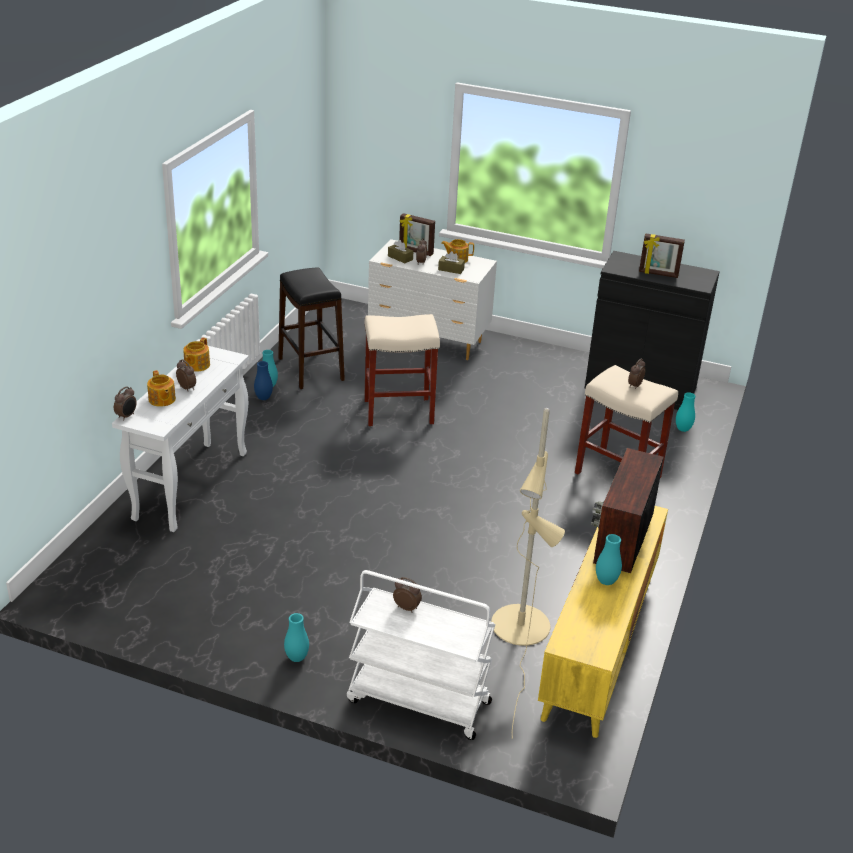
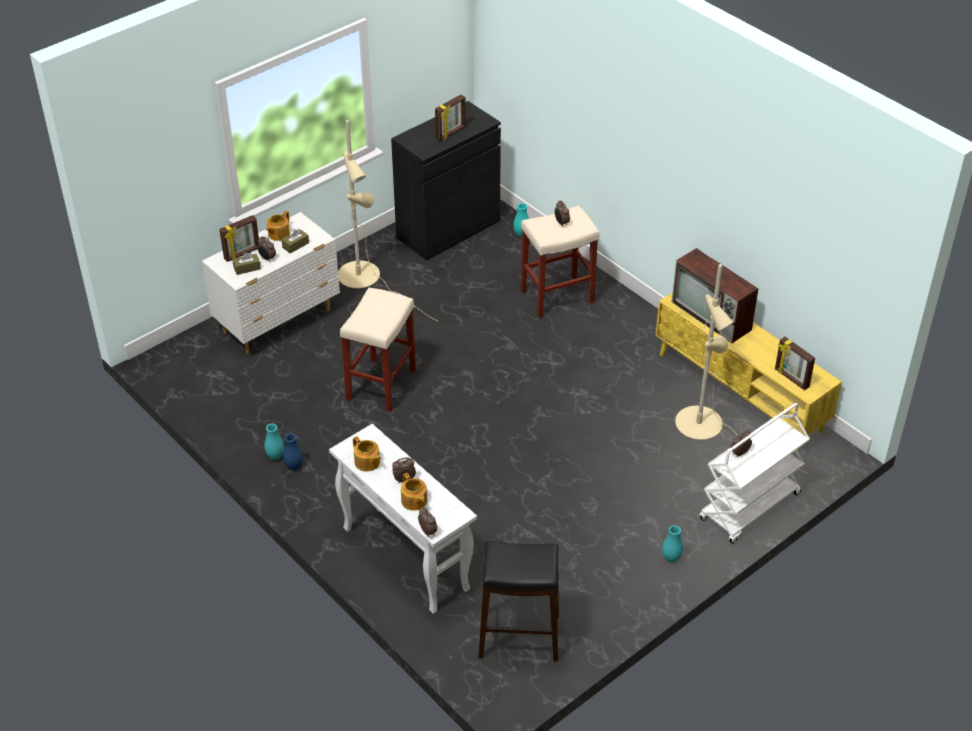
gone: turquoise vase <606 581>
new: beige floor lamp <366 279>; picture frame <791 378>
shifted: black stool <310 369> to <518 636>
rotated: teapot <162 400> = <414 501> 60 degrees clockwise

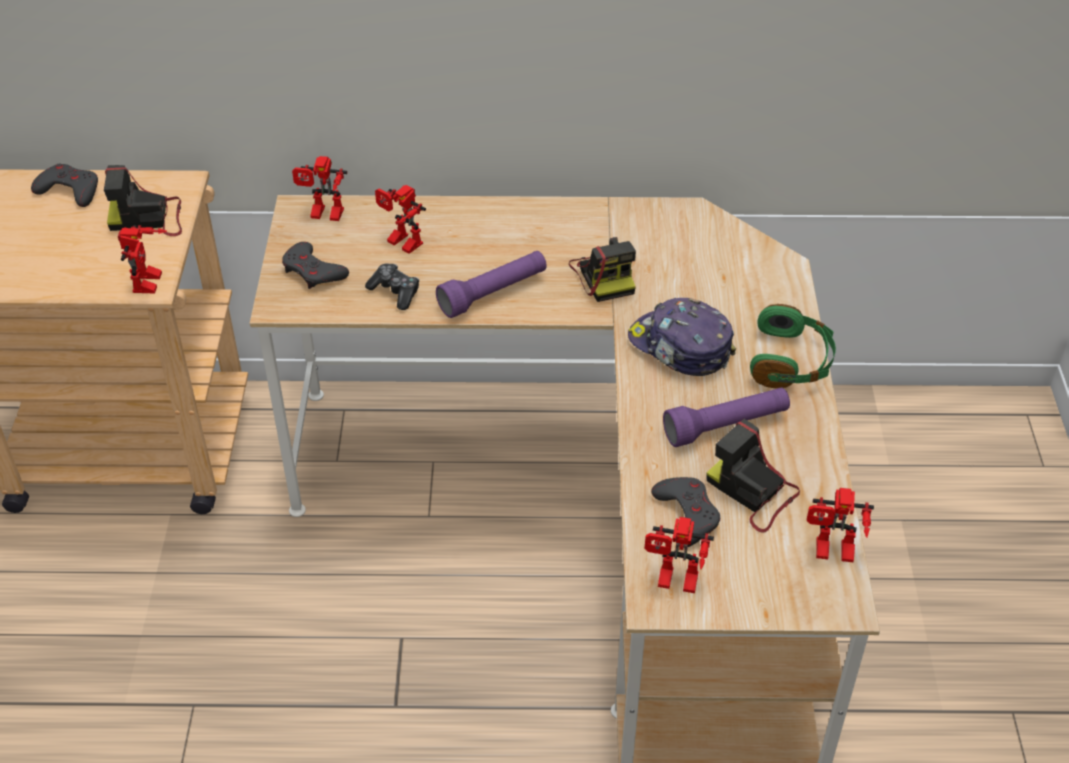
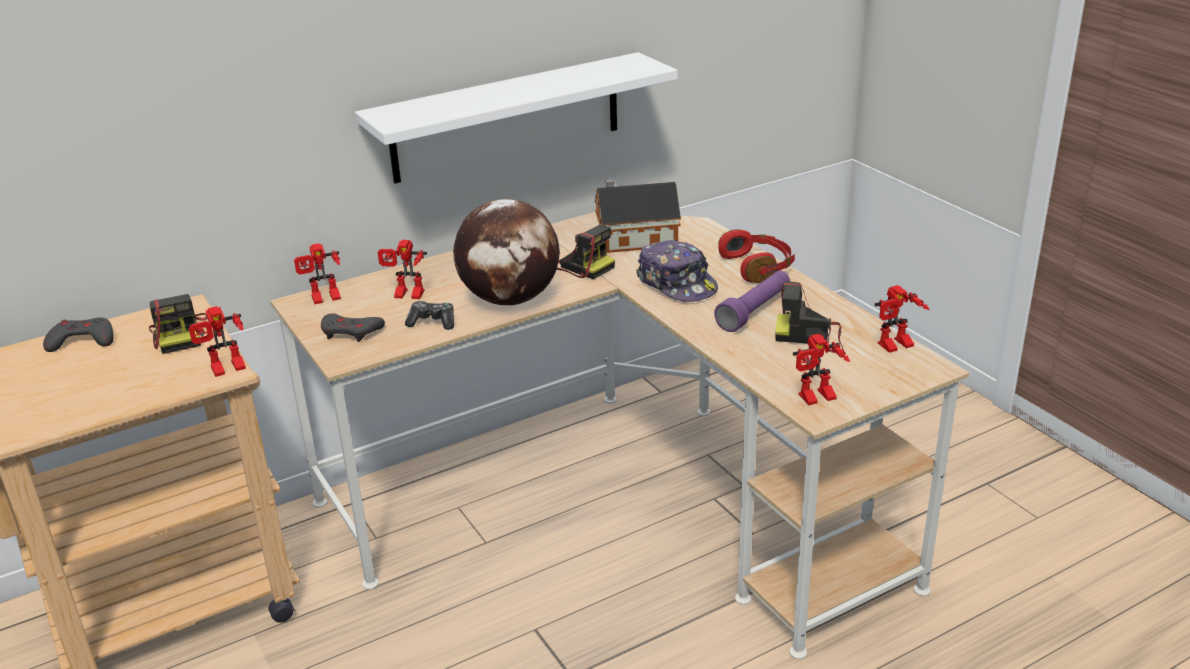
gone: grey game controller <686 514>
new: white shelf <507 118>; toy house <634 239>
swapped: purple flashlight <493 293> to globe <511 299>
repainted: green headphones <791 362> to red headphones <758 267>
rotated: photo camera <149 218> = <180 334> 75 degrees counterclockwise; toy robot <151 284> = <226 370> 90 degrees clockwise; cap <680 347> = <677 284> 135 degrees counterclockwise

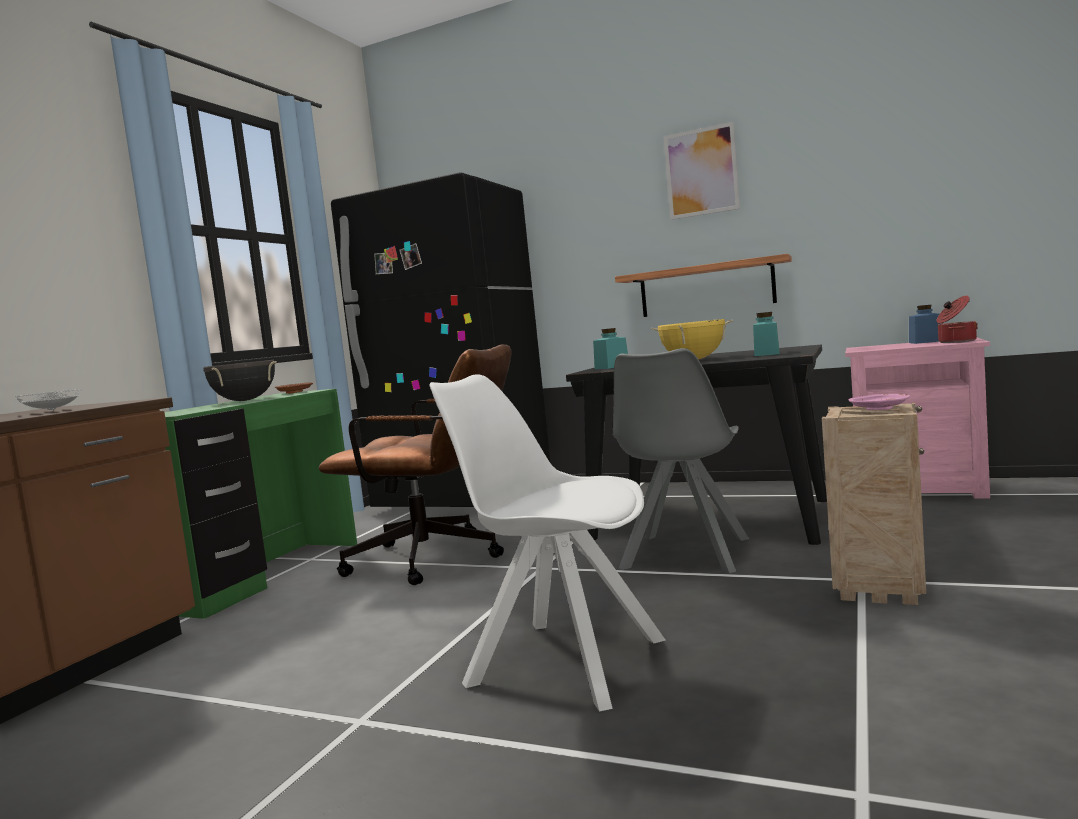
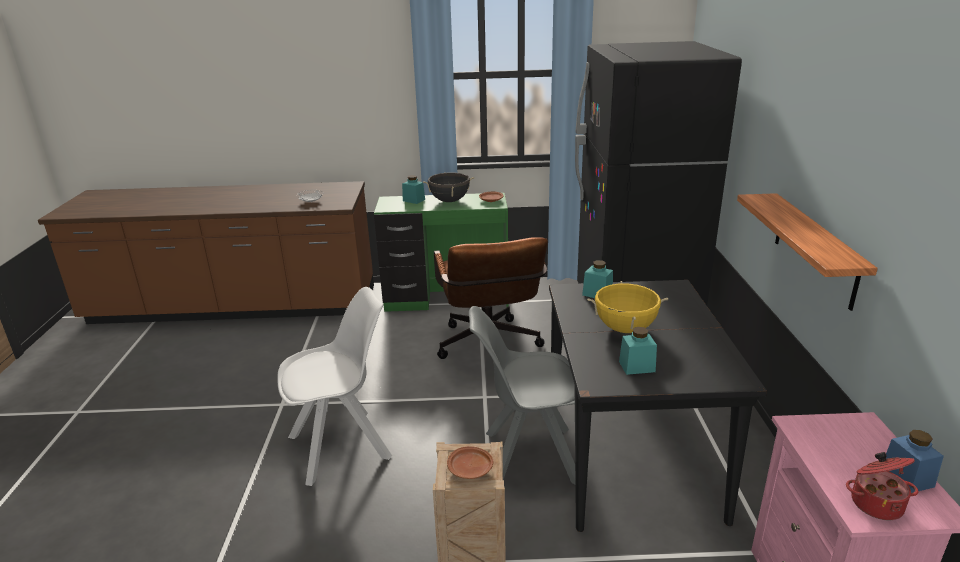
gone: picture <701 172>
new: turquoise jar <414 200>
repainted: pink plate <879 409> to brown plate <470 469>
rotated: white chair <561 661> = <342 446> 60 degrees clockwise

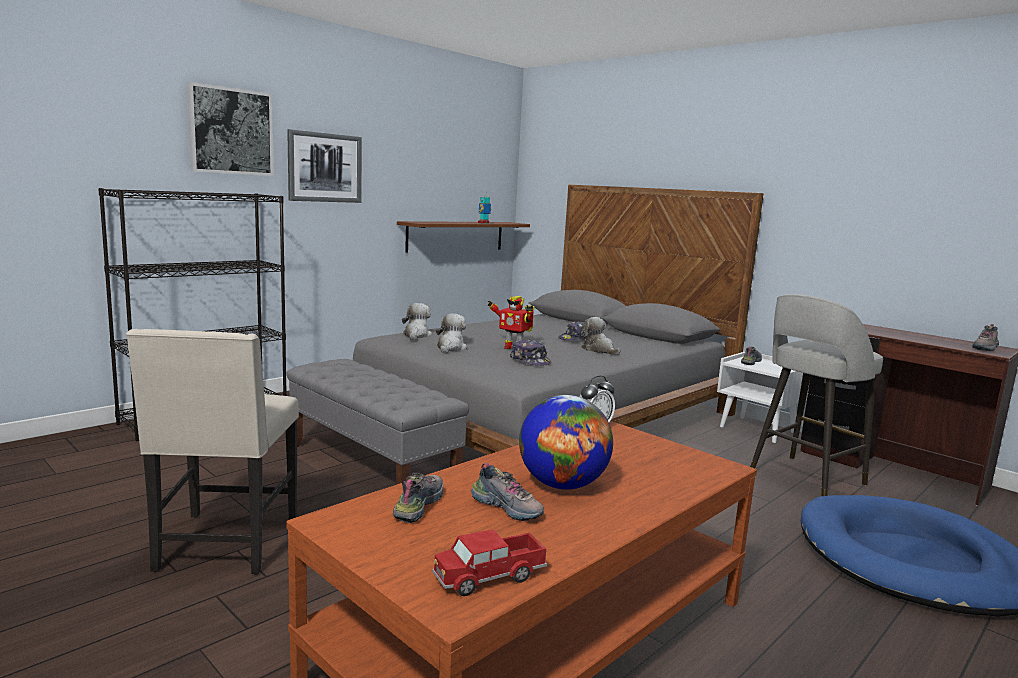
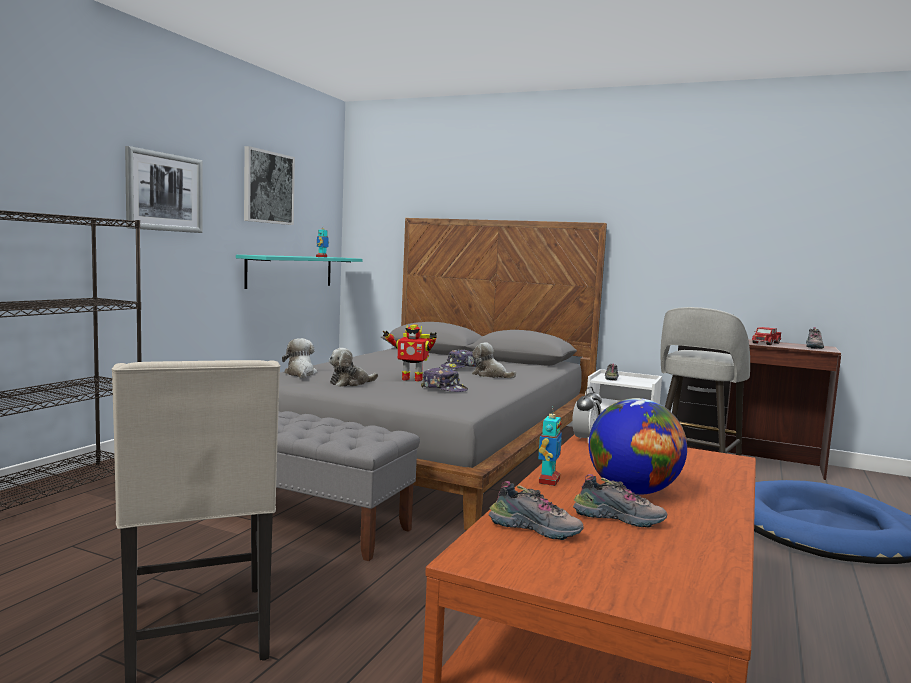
new: toy robot <548 481>
shifted: picture <231 131> to <268 187>; toy truck <489 576> to <766 343>
repainted: brown shelf <456 236> to turquoise shelf <290 271>
rotated: shoe <418 505> = <536 529> 120 degrees clockwise; plush toy <450 348> = <350 383> 120 degrees counterclockwise

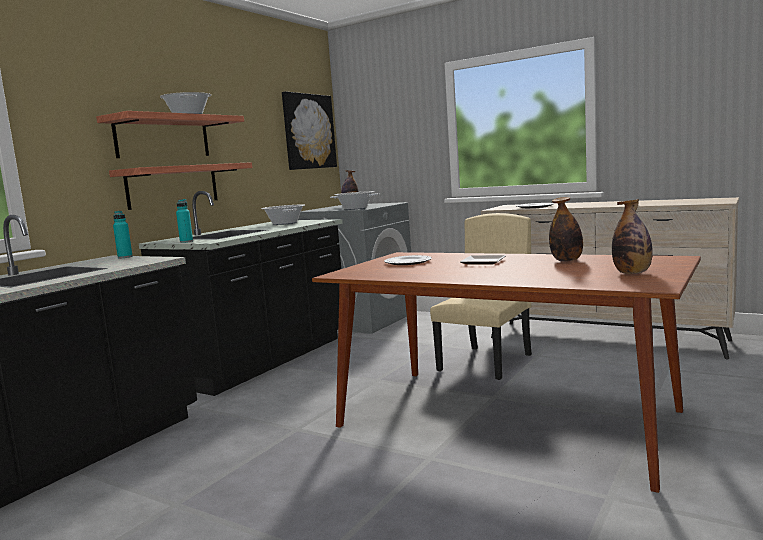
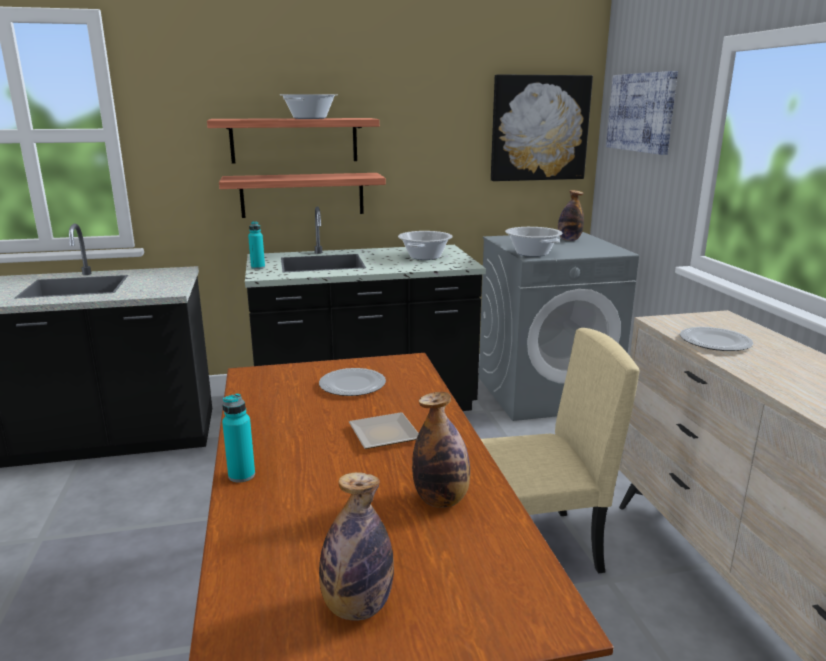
new: picture <641 112>
shifted: turquoise bottle <125 257> to <241 475>

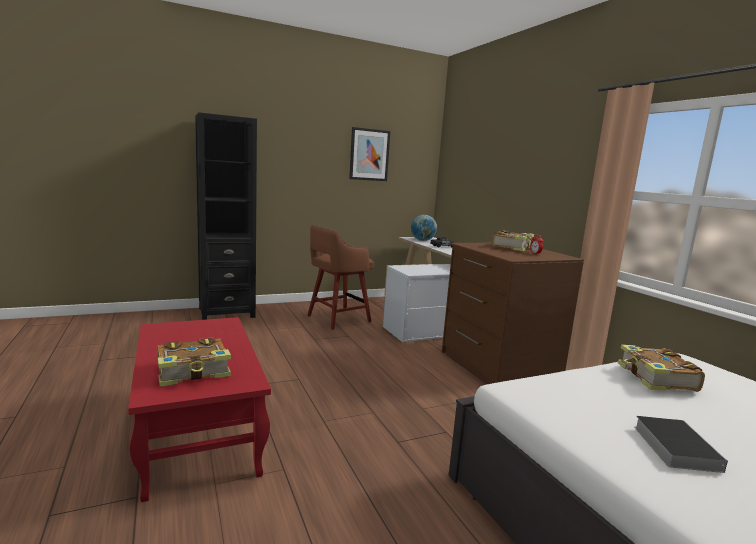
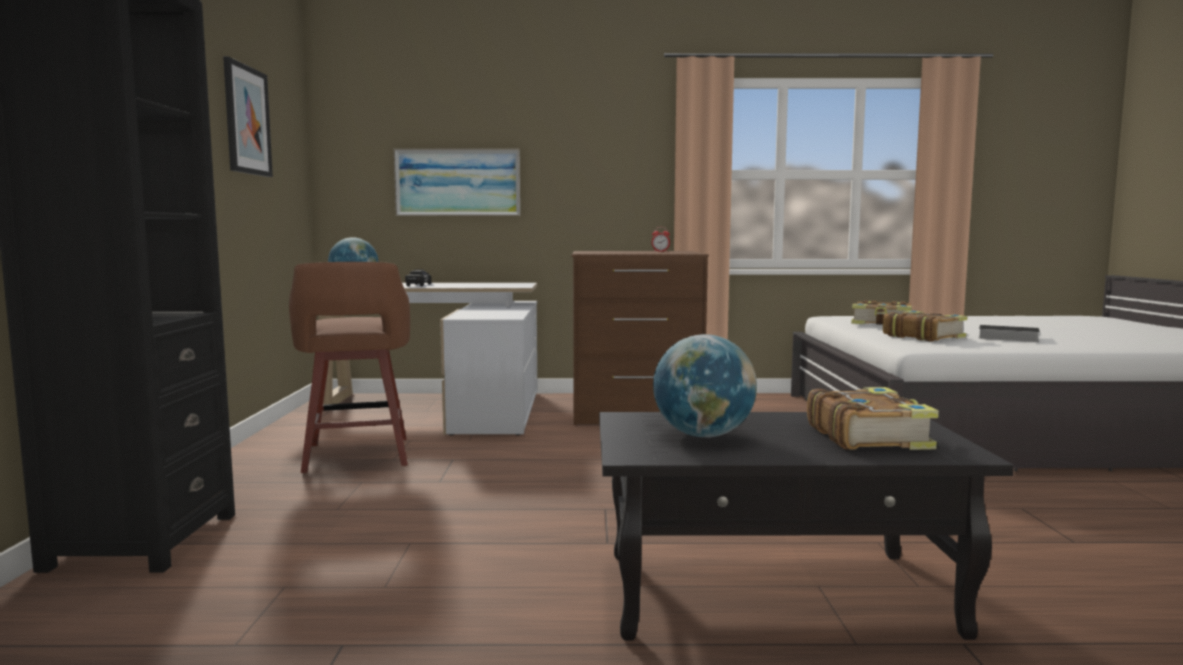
new: picture <458 182>; globe <703 435>
shifted: book <513 247> to <922 336>
repainted: red coffee table <198 434> to black coffee table <777 592>

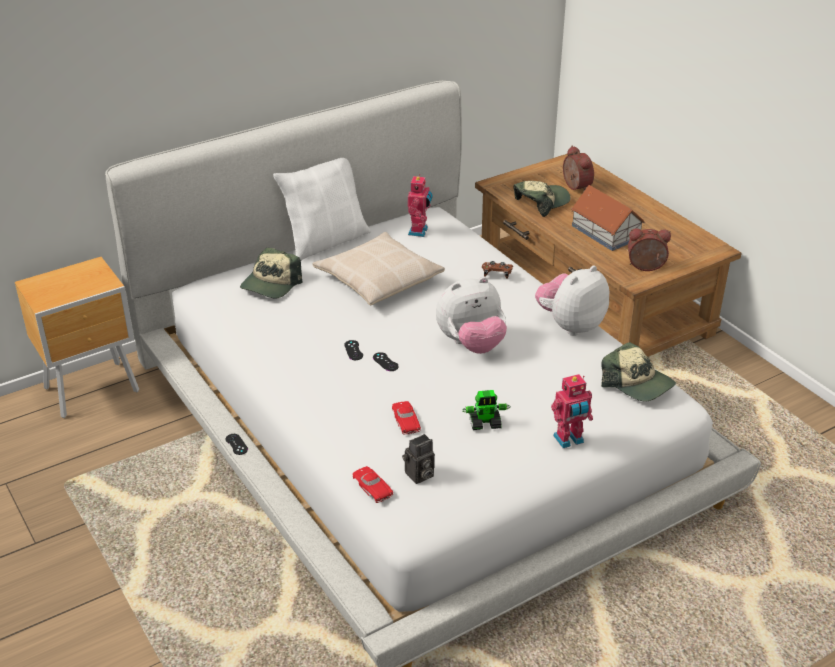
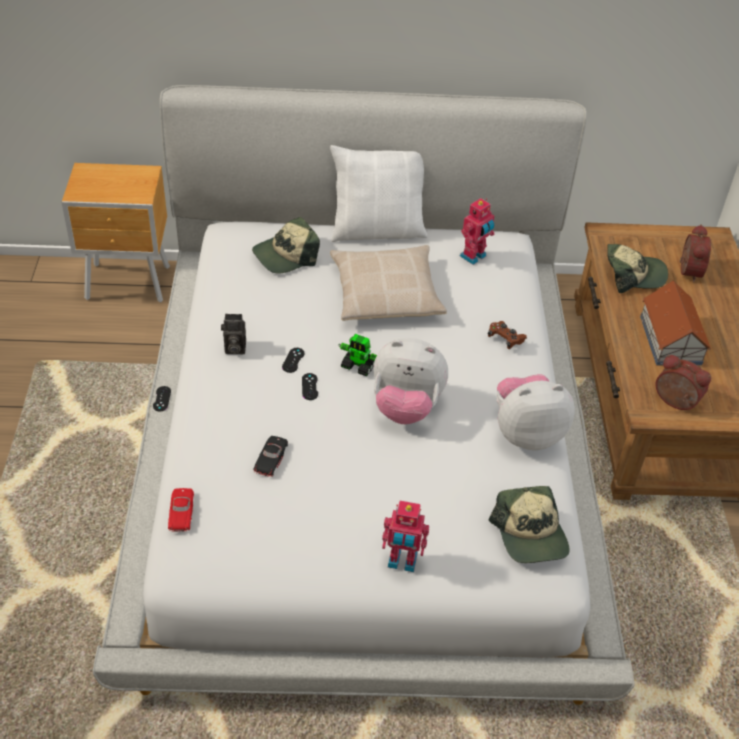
shifted: photo camera <419 476> to <234 348>; toy robot <485 423> to <358 366>
repainted: red toy car <406 420> to black toy car <271 458>

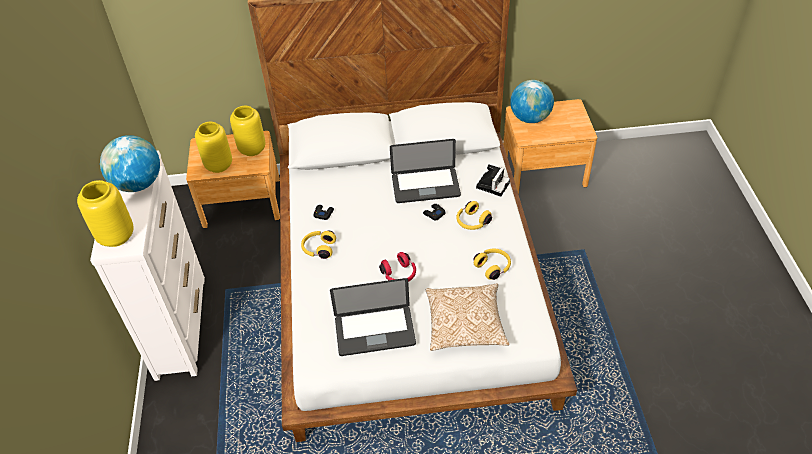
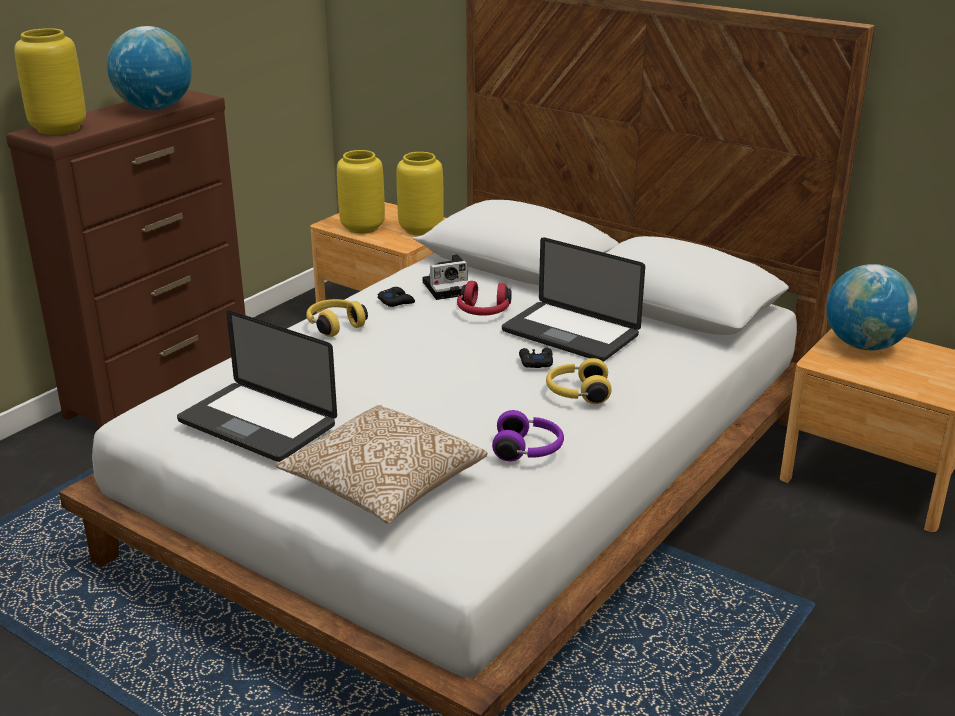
shifted: red headphones <399 274> to <483 312>; photo camera <493 184> to <448 287>
repainted: white dresser <181 325> to brown dresser <162 387>; yellow headphones <493 267> to purple headphones <528 450>

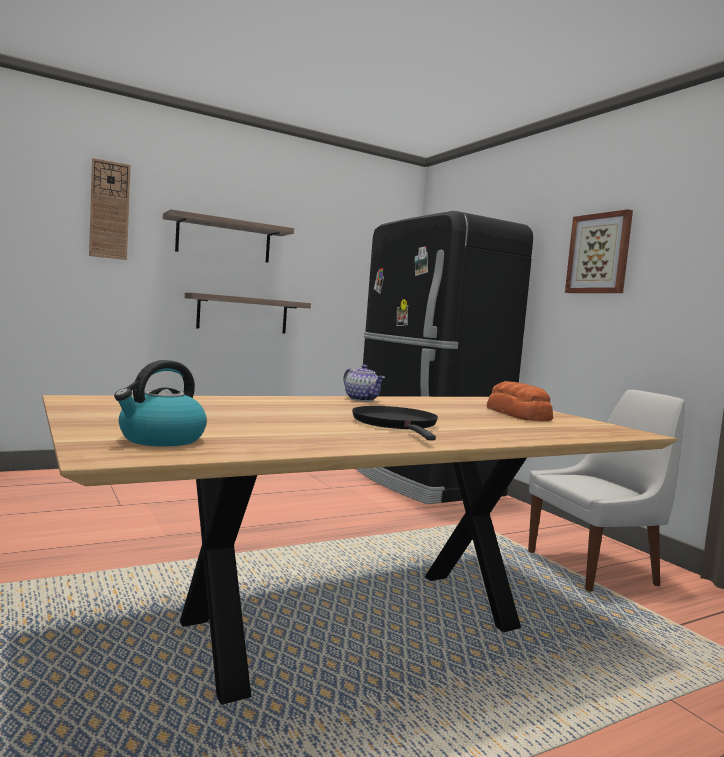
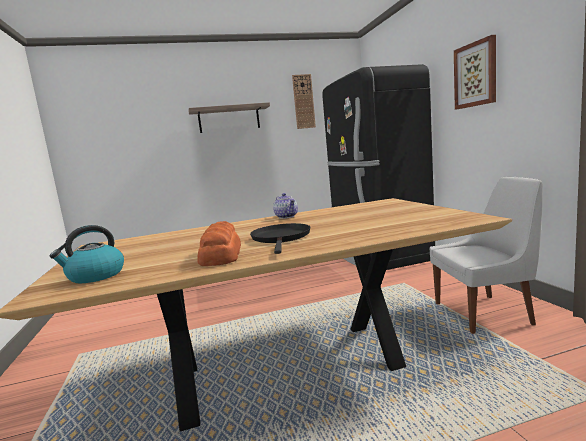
gone: shelf <243 314>
shifted: wall clock <109 210> to <303 101>; bread <518 414> to <220 255>

